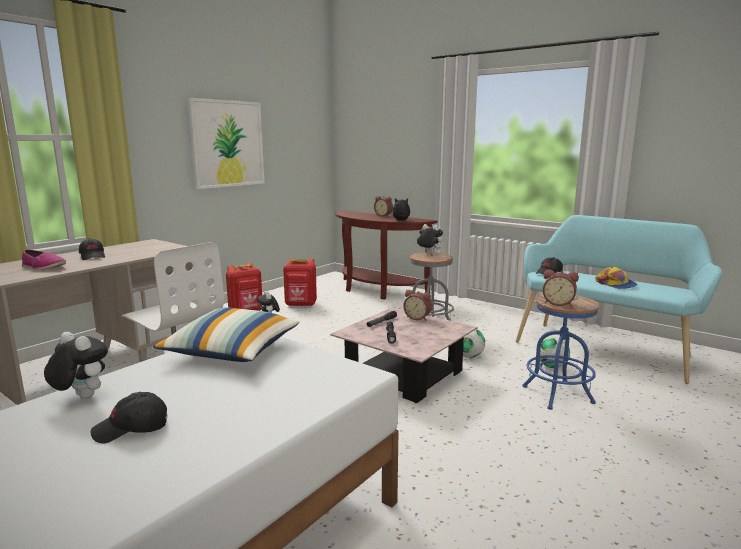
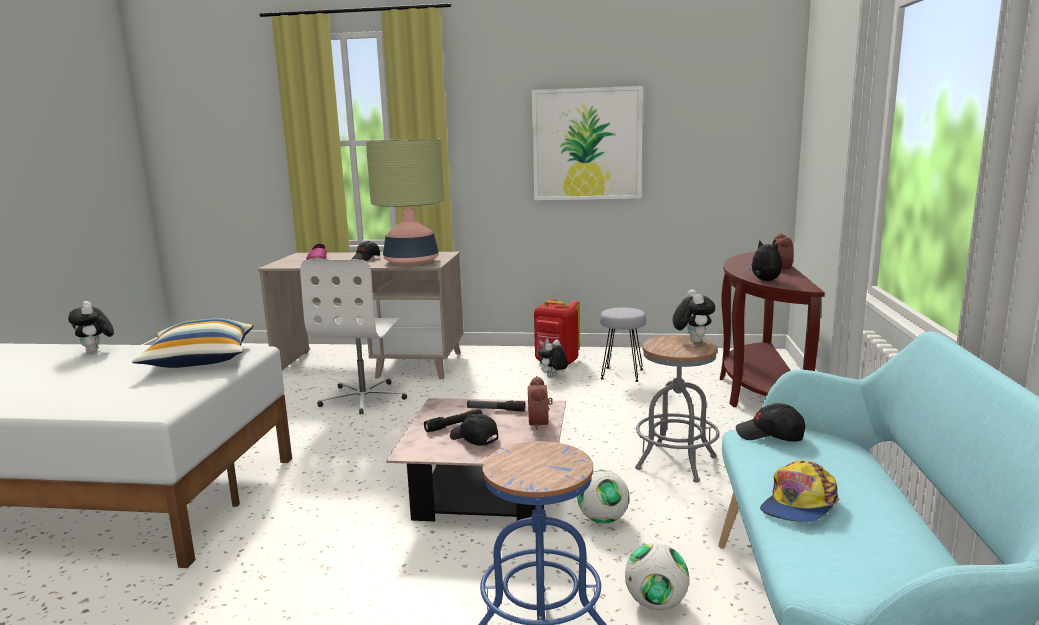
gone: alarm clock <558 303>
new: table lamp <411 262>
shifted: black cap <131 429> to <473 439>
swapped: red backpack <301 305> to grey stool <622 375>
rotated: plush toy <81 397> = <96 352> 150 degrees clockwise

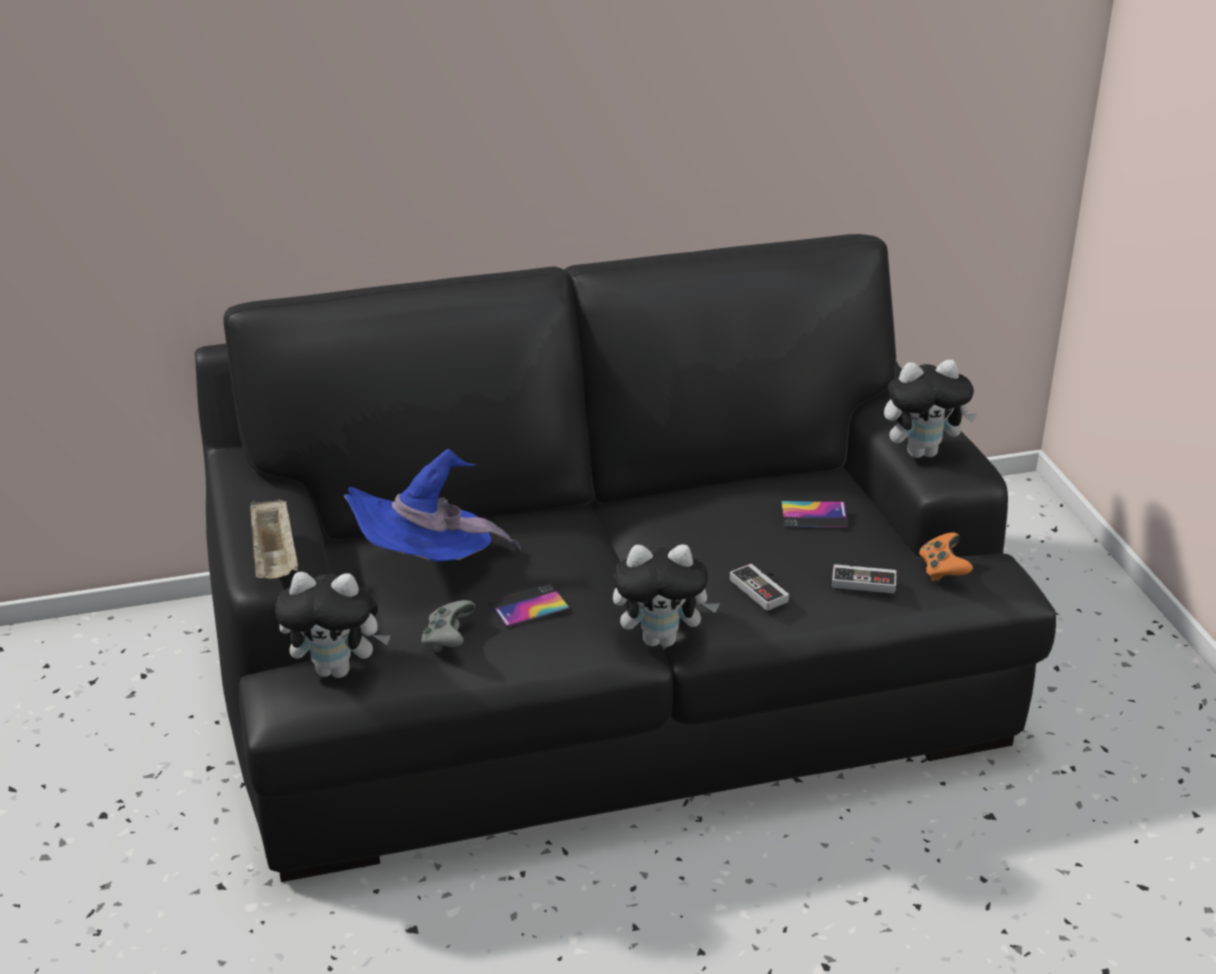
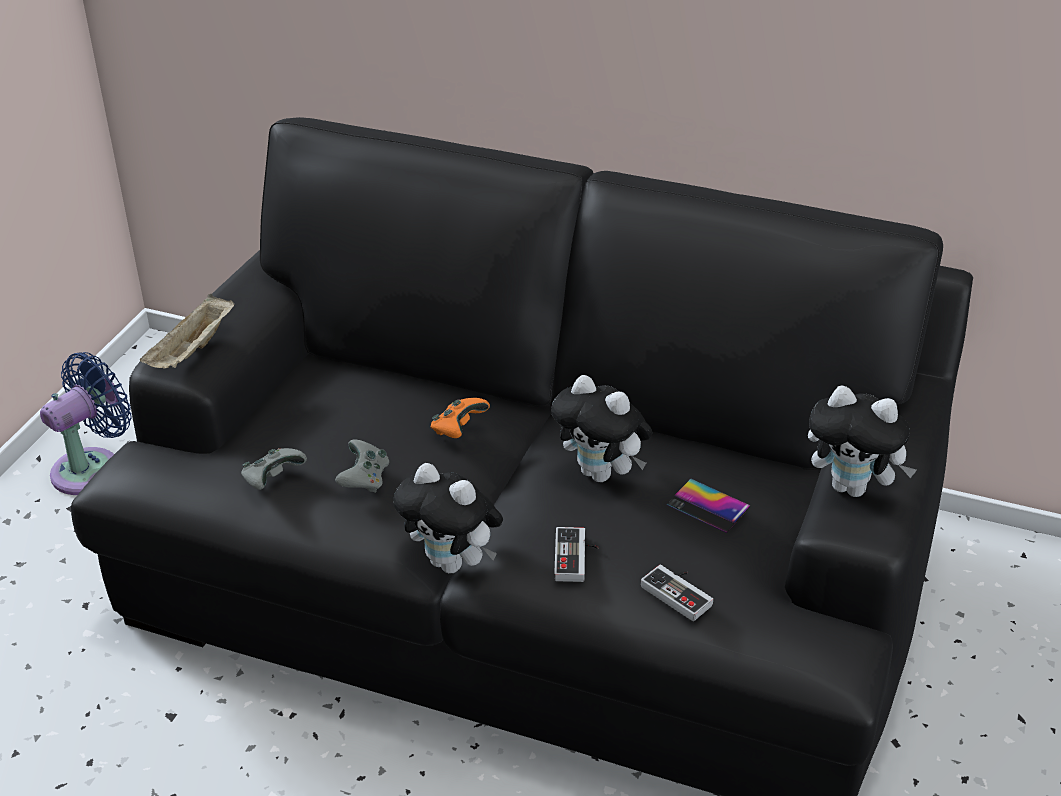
gone: blue hat <427 568>
new: blue fan <93 468>
shifted: plush toy <337 669> to <601 474>; orange game controller <942 570> to <458 429>
swapped: phone <528 606> to grey game controller <364 480>

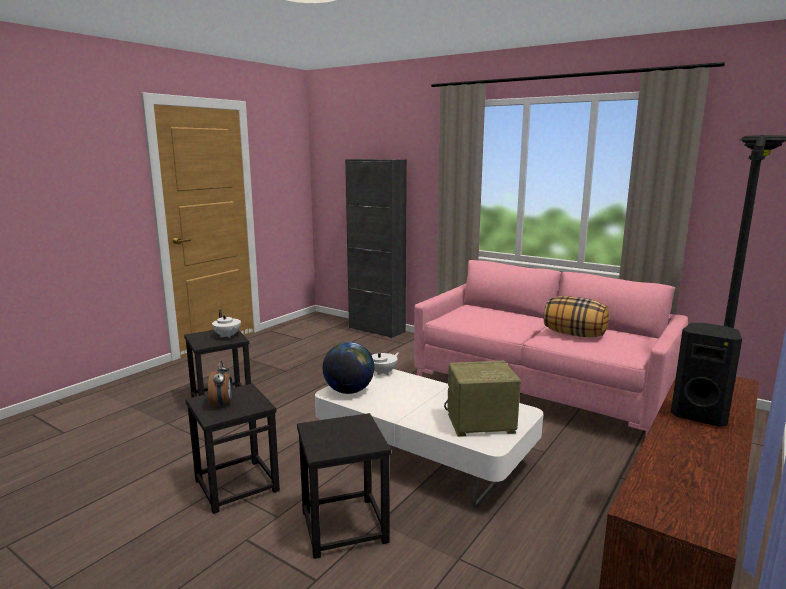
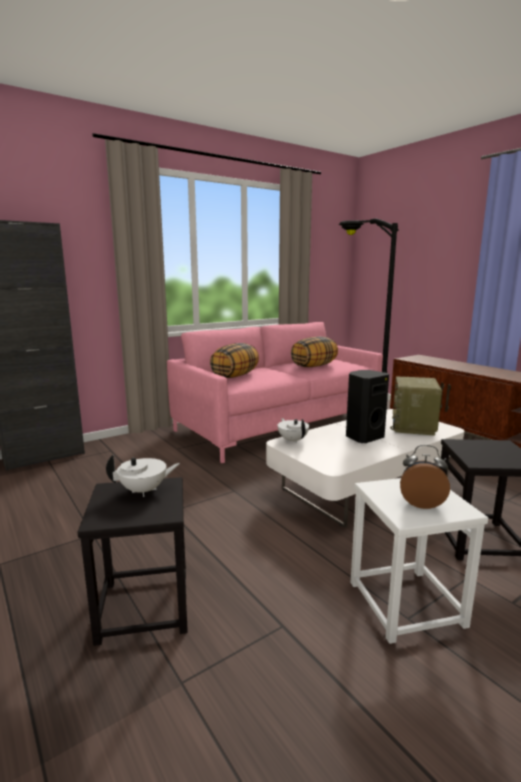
gone: globe <348 391>
new: pillow <235 376>
shifted: black speaker <699 415> to <363 437>
repainted: black stool <236 485> to white stool <405 603>

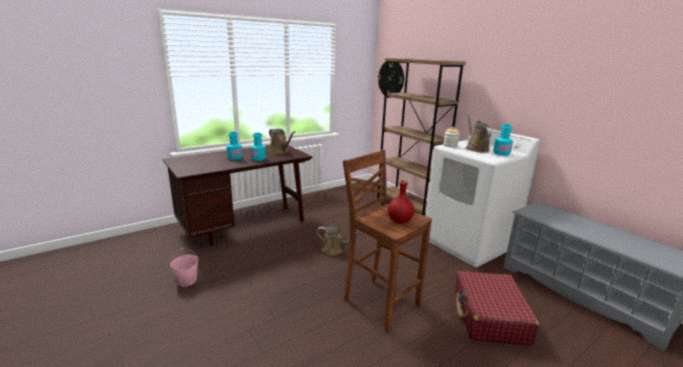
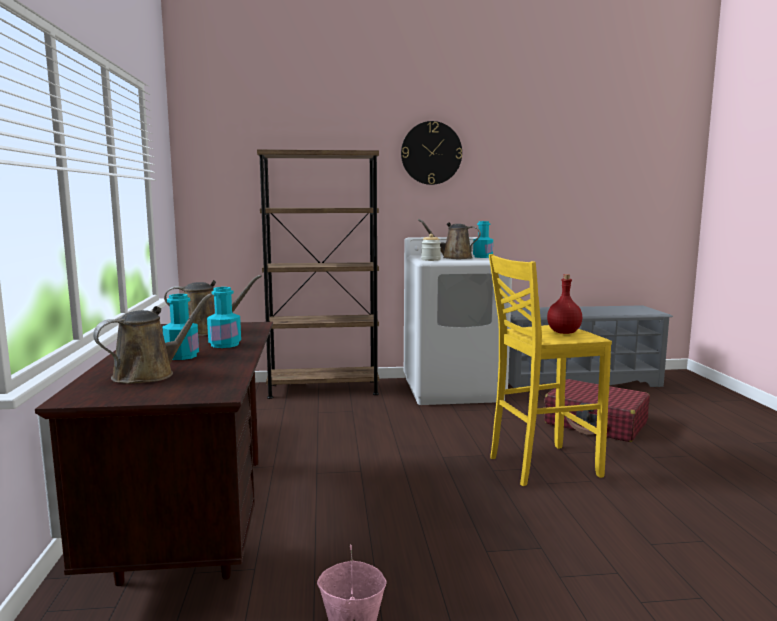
shifted: brown watering can <335 249> to <149 374>; wall clock <391 78> to <431 153>
repainted: brown stool <379 301> to yellow stool <540 466>

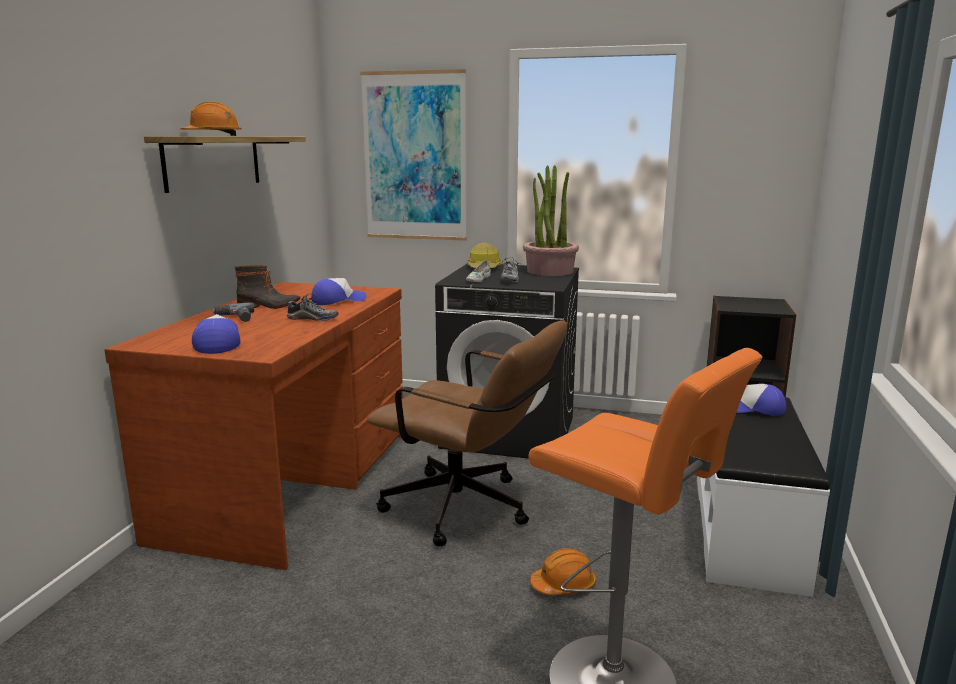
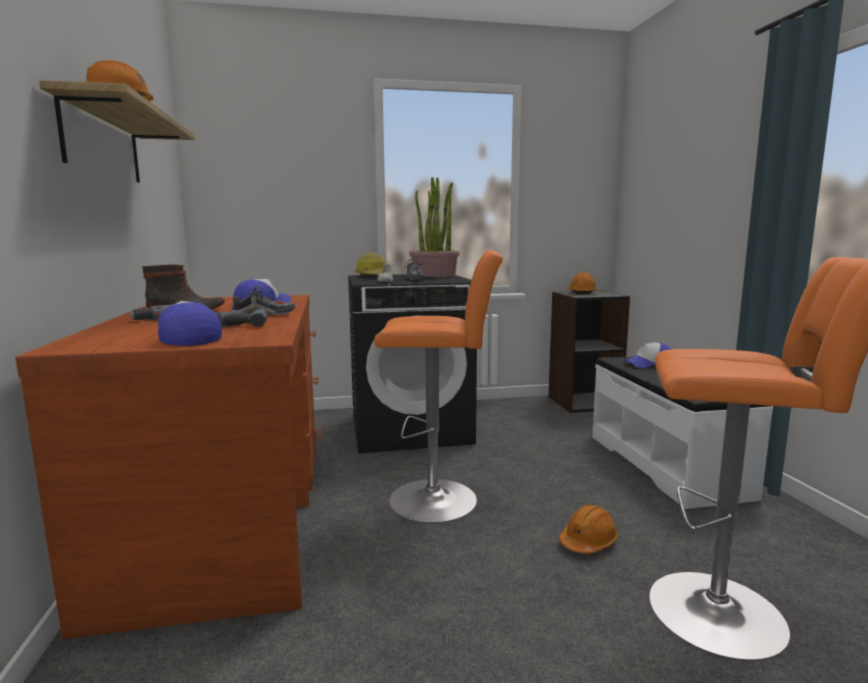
gone: picture <415 157>
new: power drill <240 324>; orange hard hat <582 293>
swapped: brown office chair <468 510> to orange stool <440 499>

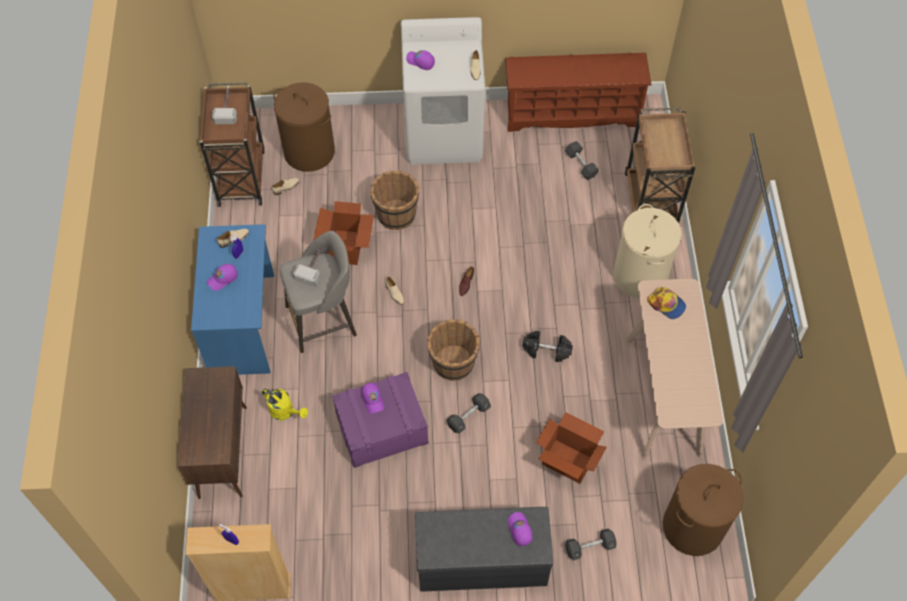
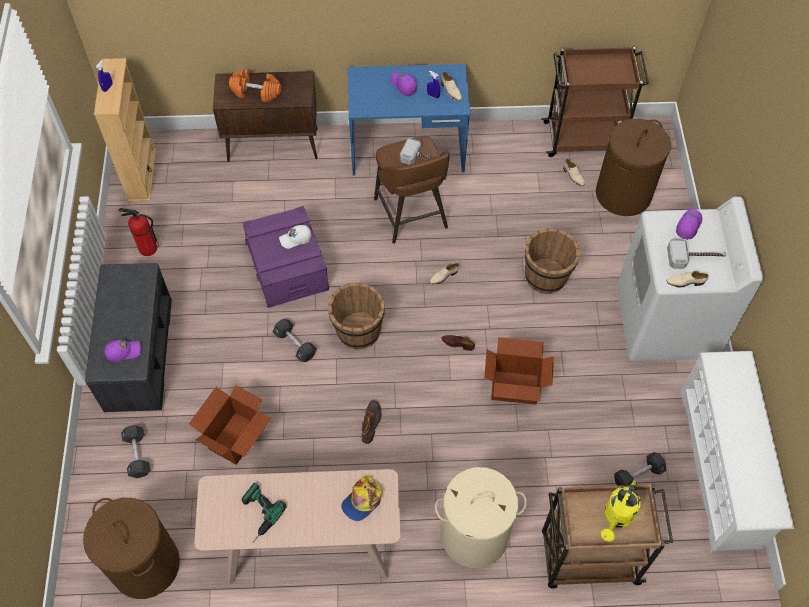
new: fire extinguisher <147 248>; orange dumbbell <256 92>; power drill <256 515>
shifted: hammer <227 107> to <695 258>; yellow watering can <285 412> to <616 518>; cardboard box <347 247> to <514 388>
swapped: black dumbbell <546 350> to boot <371 423>
repainted: grey stool <323 320> to brown stool <411 215>; purple cap <372 400> to white cap <295 239>; brown shoe rack <572 113> to white shoe rack <721 469>

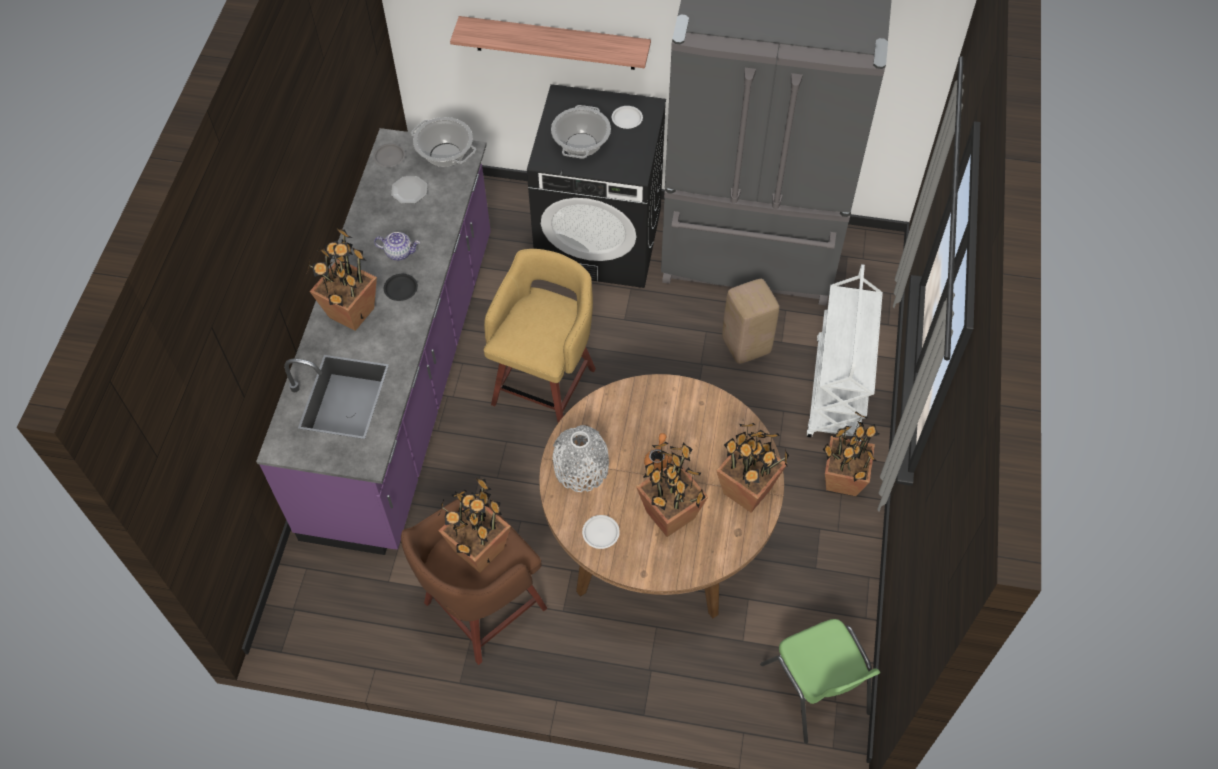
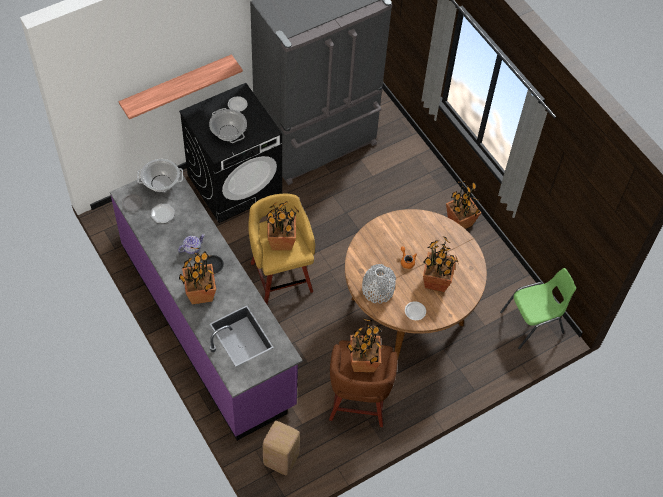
gone: white cart <837 392>
shifted: potted plant <748 491> to <282 241>; beige stool <745 345> to <280 460>
rotated: green chair <816 690> = <533 323> 45 degrees counterclockwise

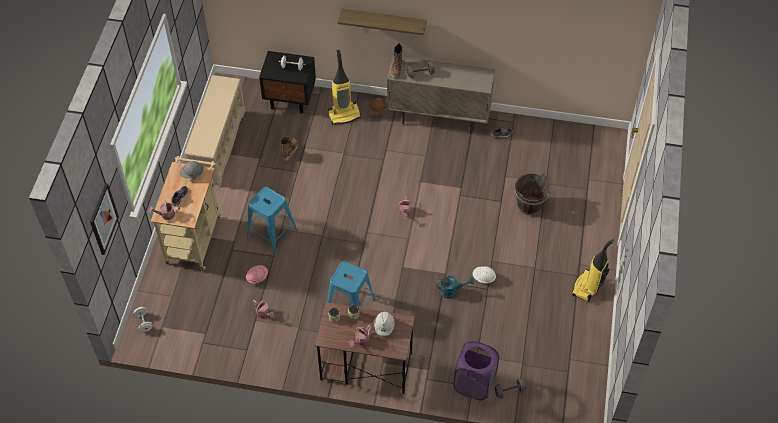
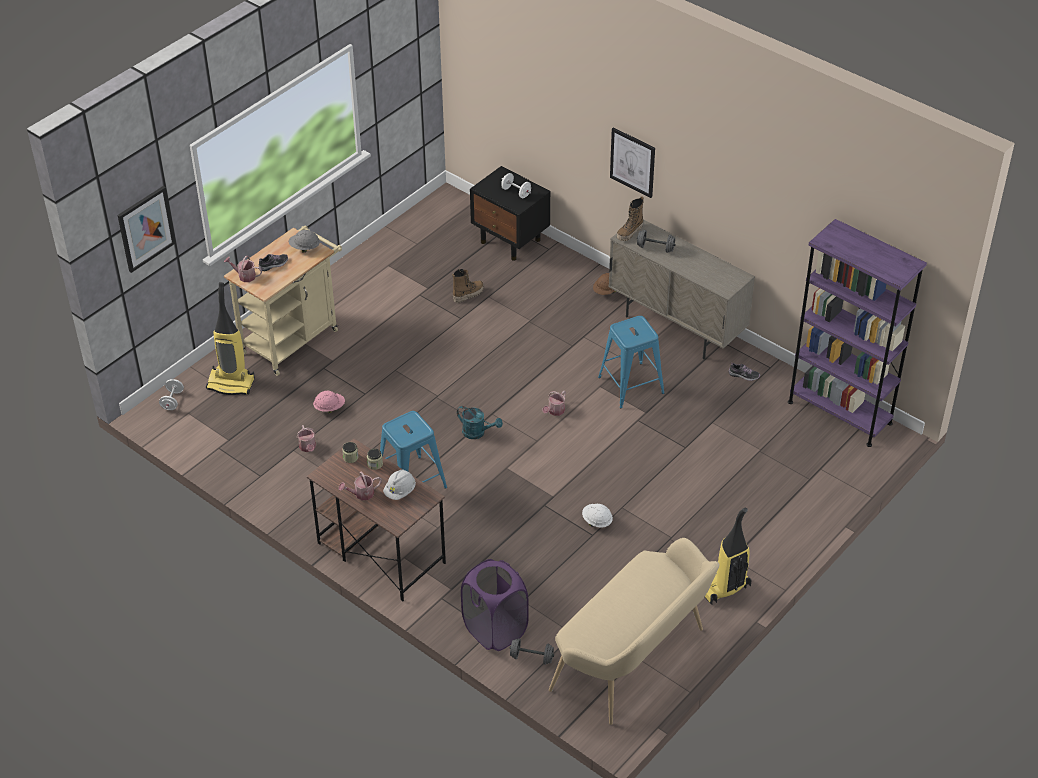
gone: beige shoe rack <218 145>; brown bucket <529 205>
new: beige bench <634 662>; purple bookcase <839 412>
shifted: blue stool <271 233> to <630 385>; vacuum cleaner <344 114> to <231 383>; turquoise watering can <452 291> to <477 433>
swapped: shelf <384 21> to picture <632 162>

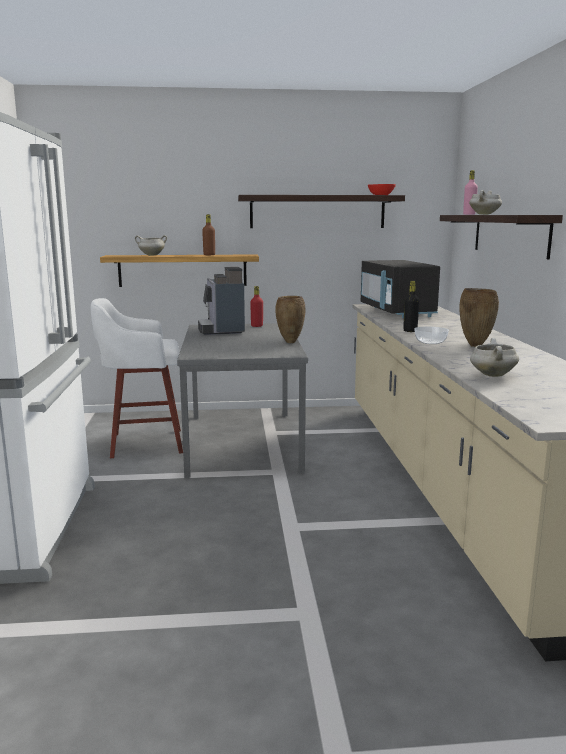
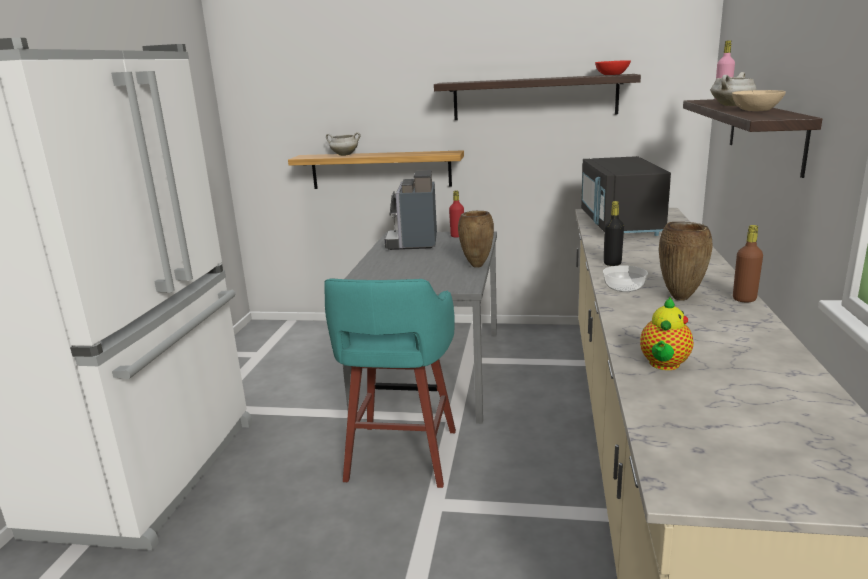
gone: white stool <143 443>
new: turquoise stool <401 457>; beige bowl <756 110>
shifted: brown bottle <209 255> to <744 299>
swapped: white cooking pot <492 375> to teapot <663 365>

